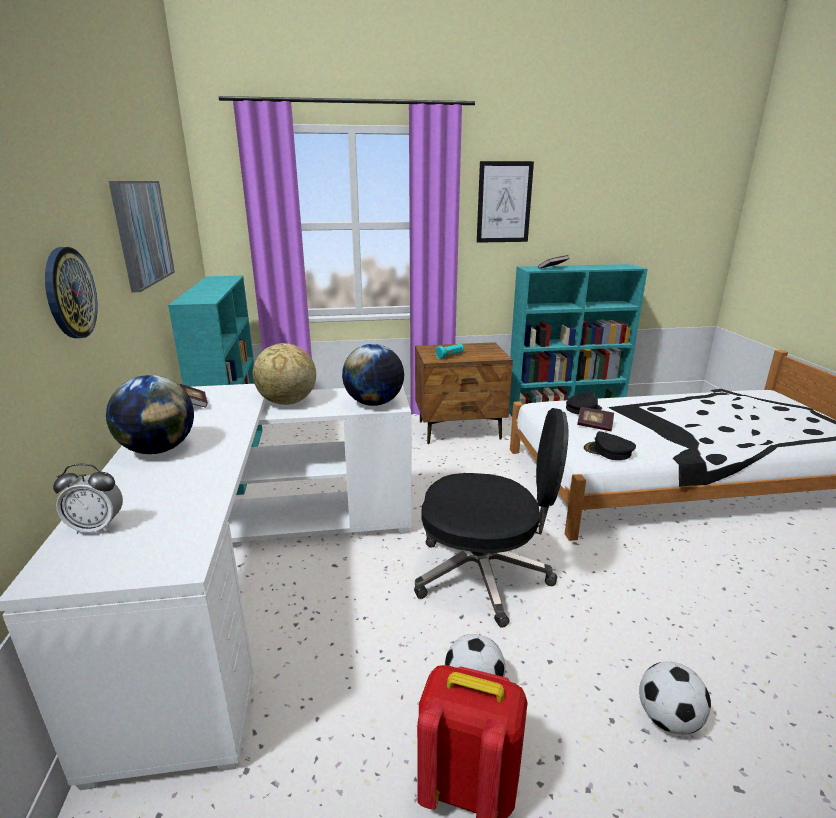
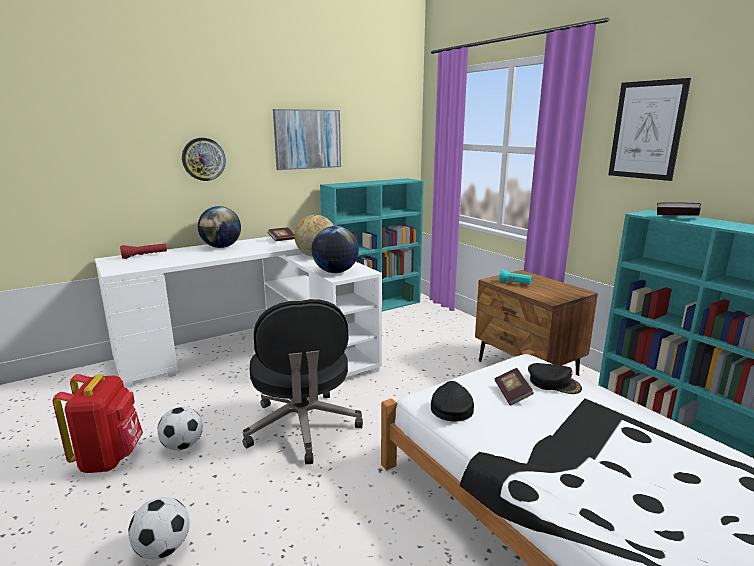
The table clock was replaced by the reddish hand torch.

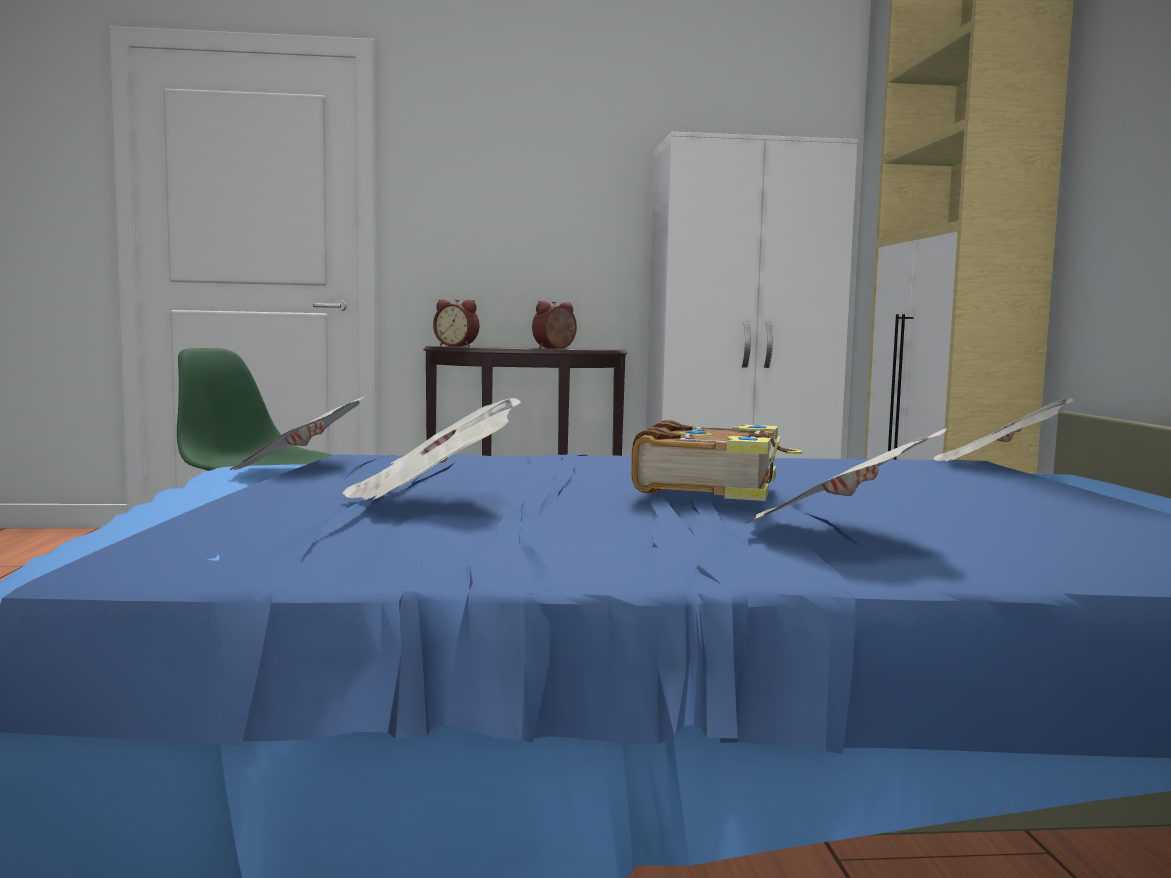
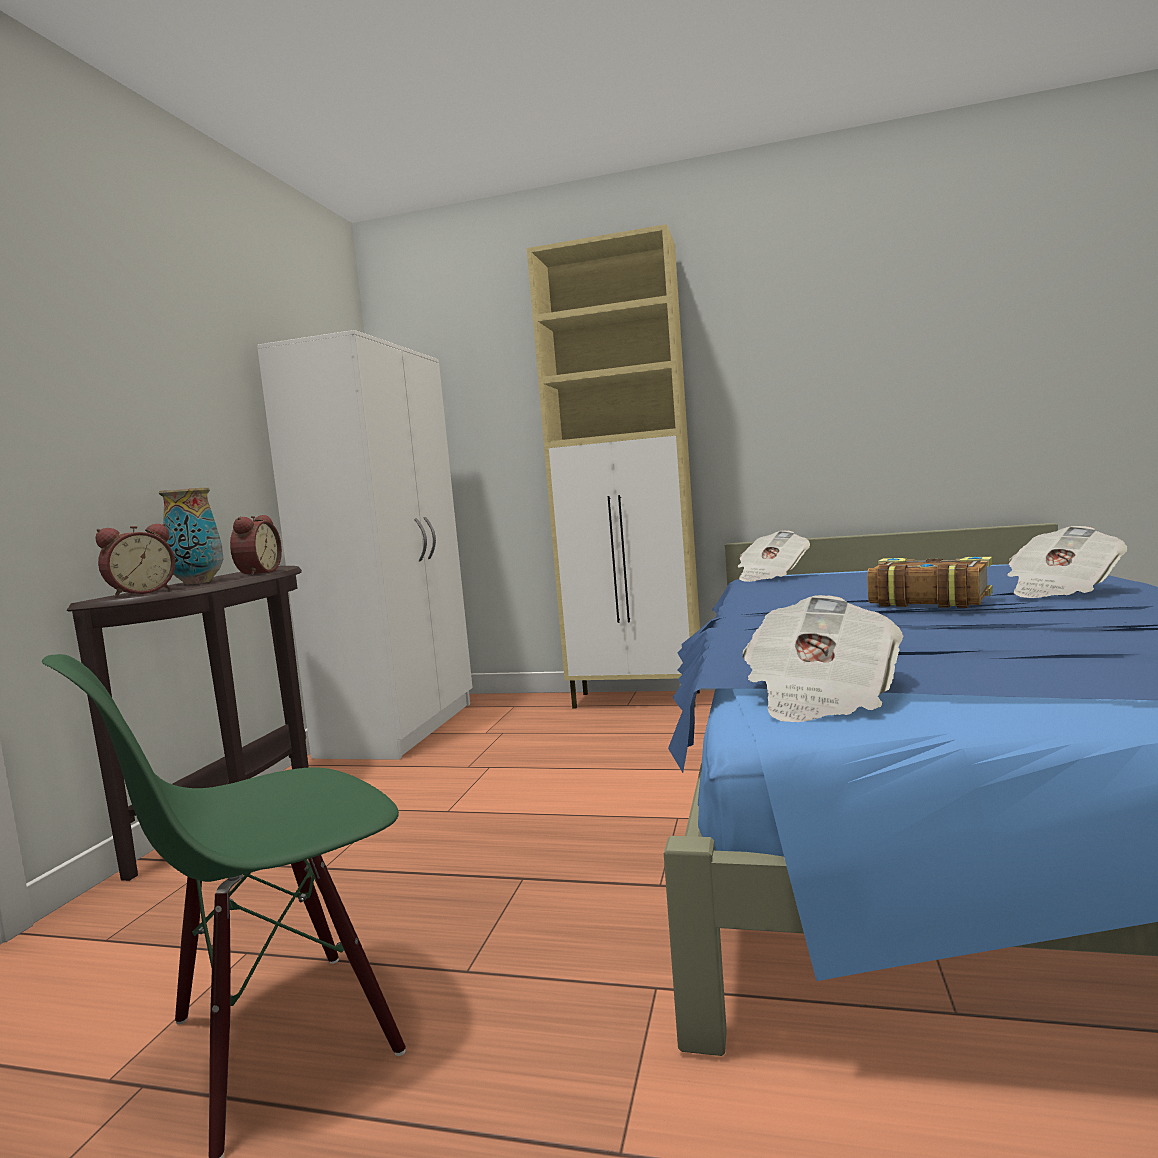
The daily paper (no. 2 from left) disappeared. The flower vase appeared. The table clock (no. 2 from left) turned 150 degrees counterclockwise.

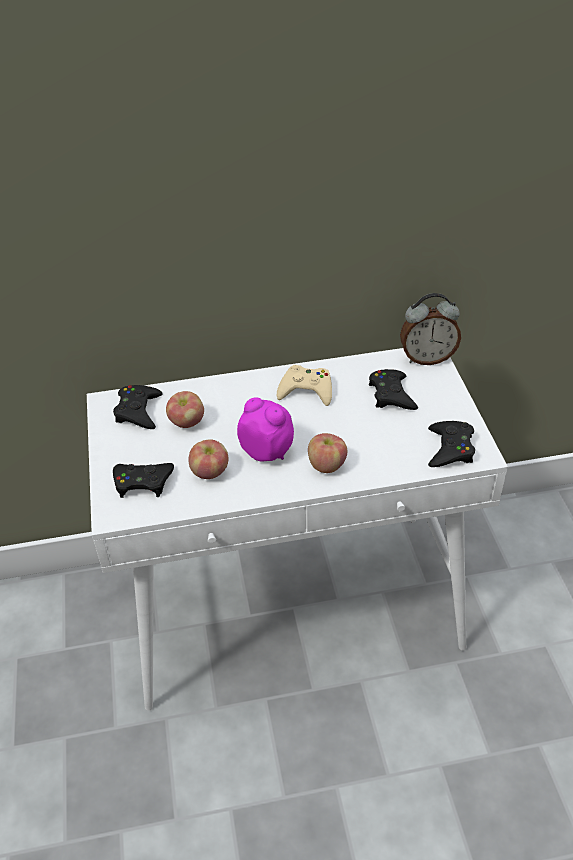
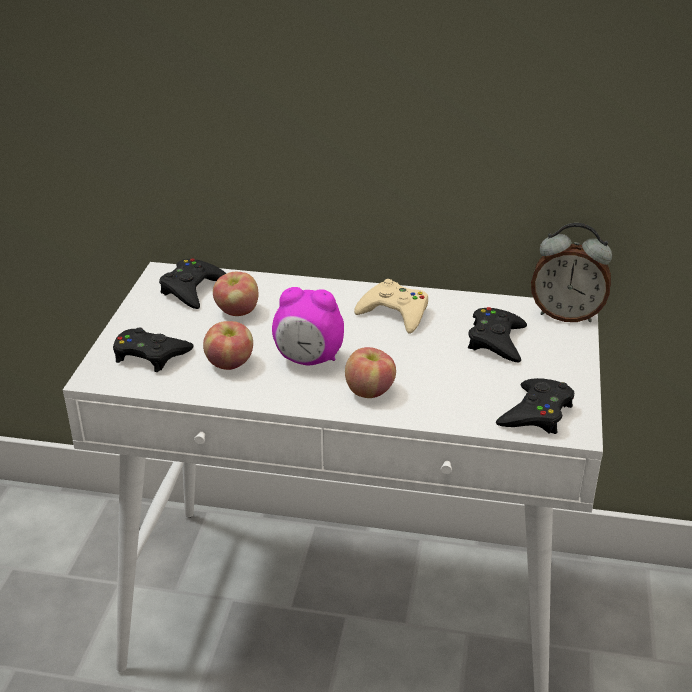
The table clock (no. 1 from left) turned 135 degrees clockwise.

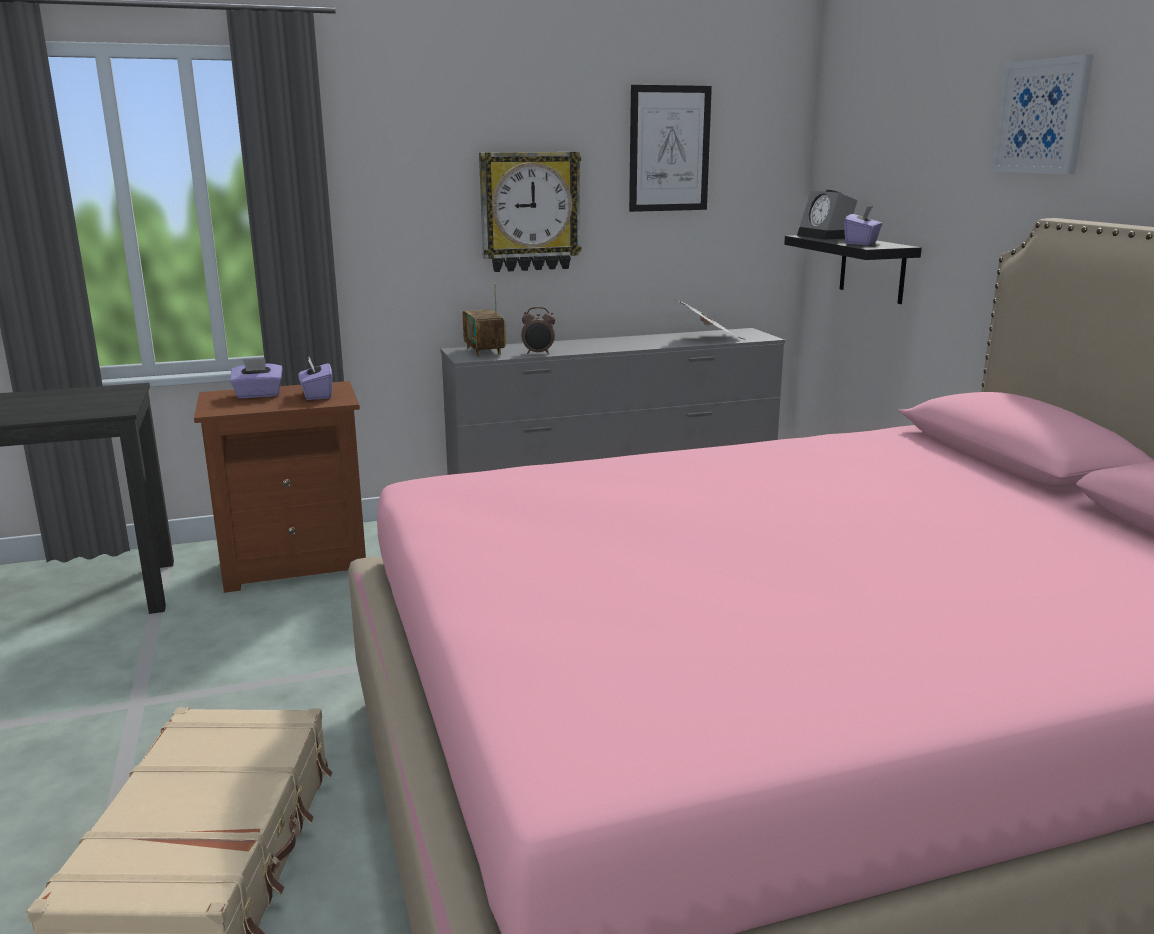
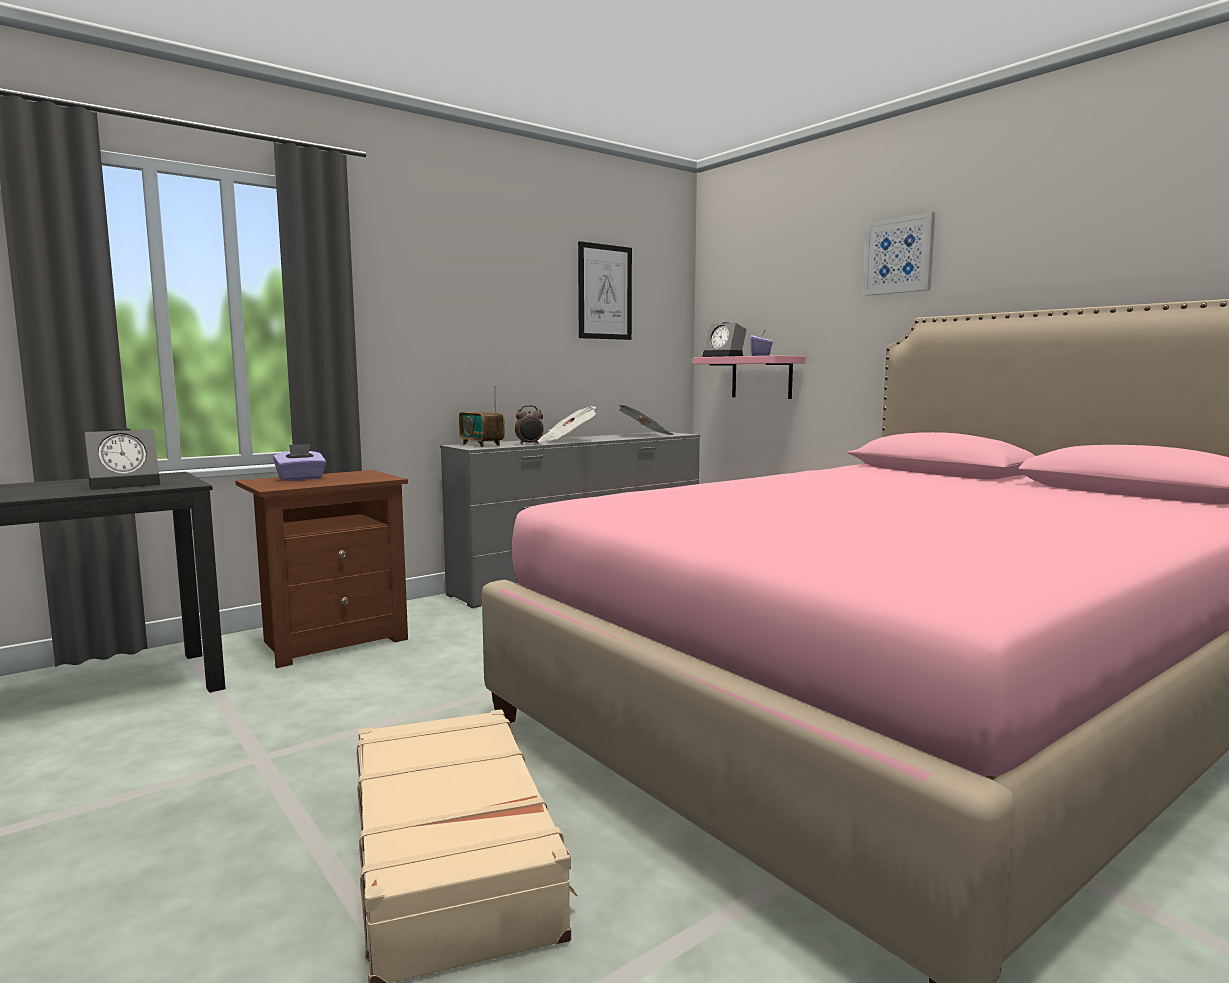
The purple tissue holder (no. 2 from left) disappeared. The hanging clock disappeared. The table clock (no. 1 from left) appeared. The daily paper (no. 1 from left) appeared. The blackish wall shelf became the pinkish wall shelf.

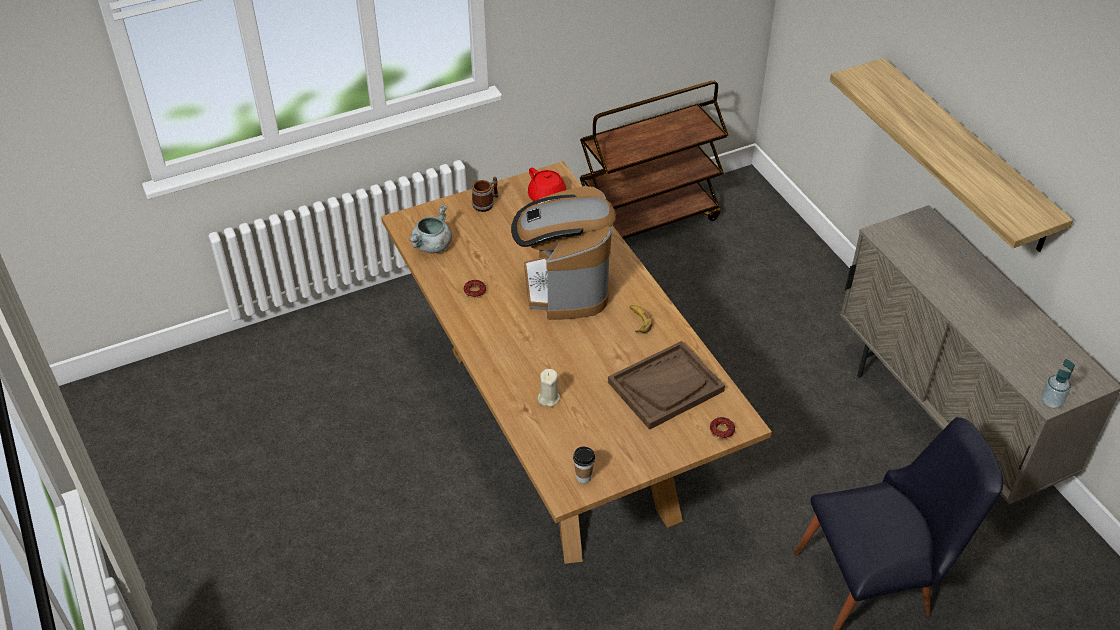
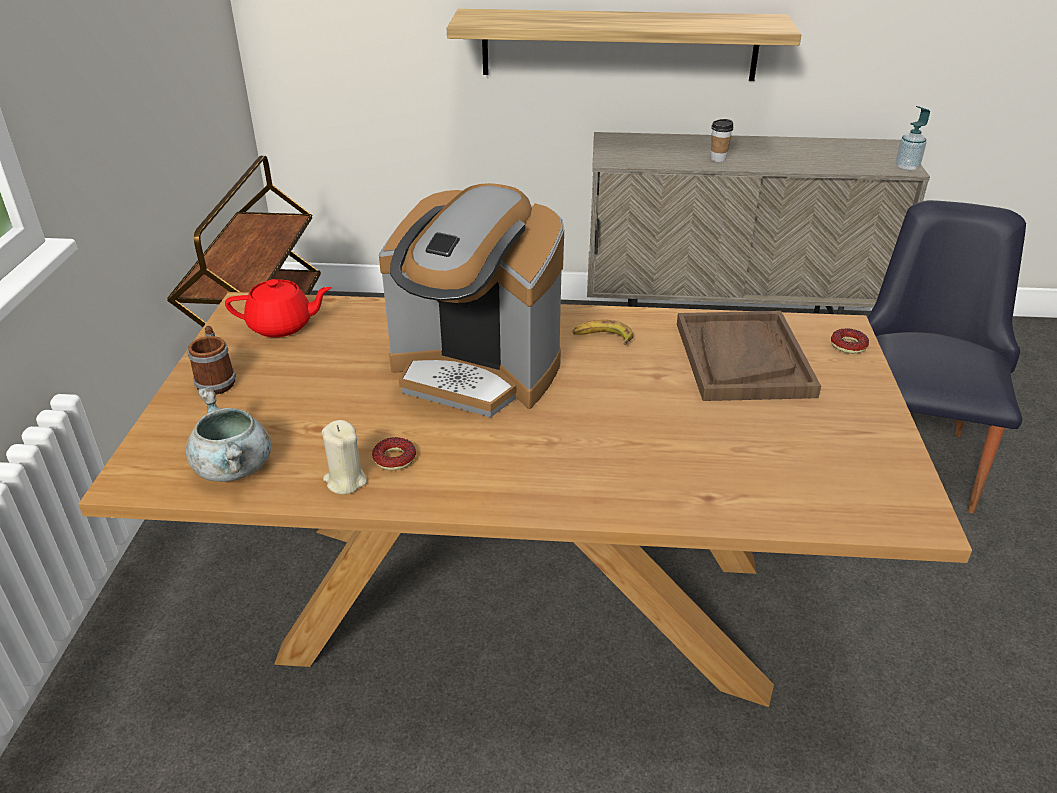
The beige-coloured wax candle moved. The drinking cup moved.

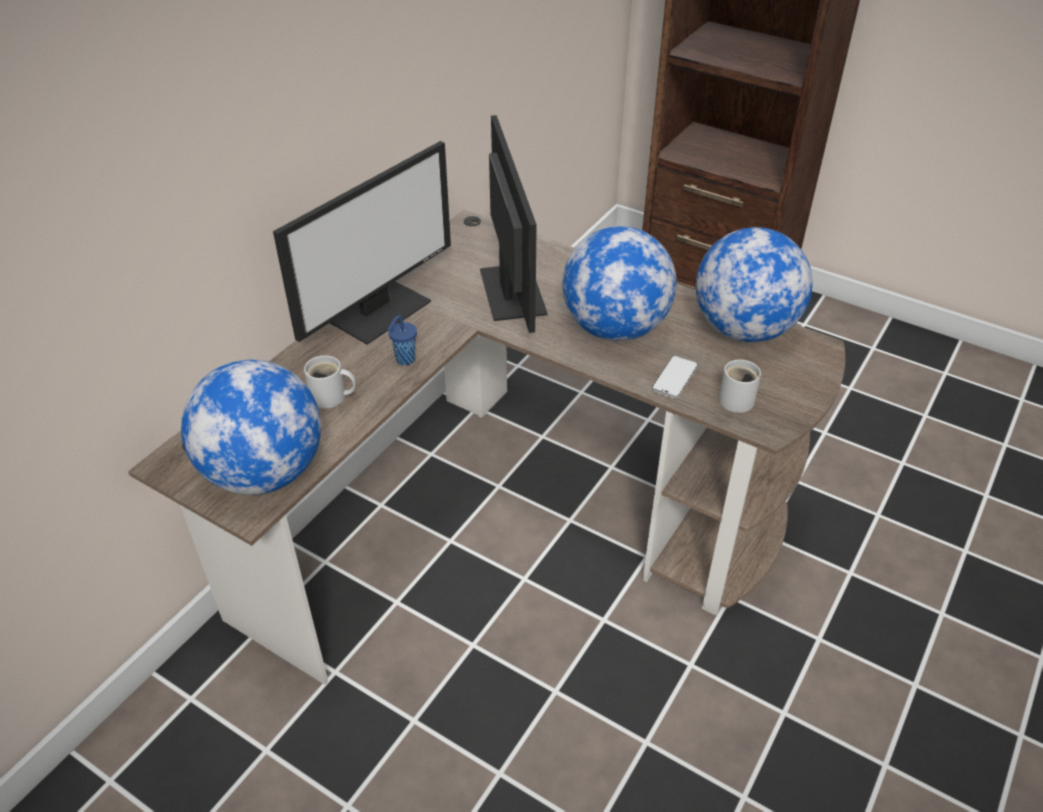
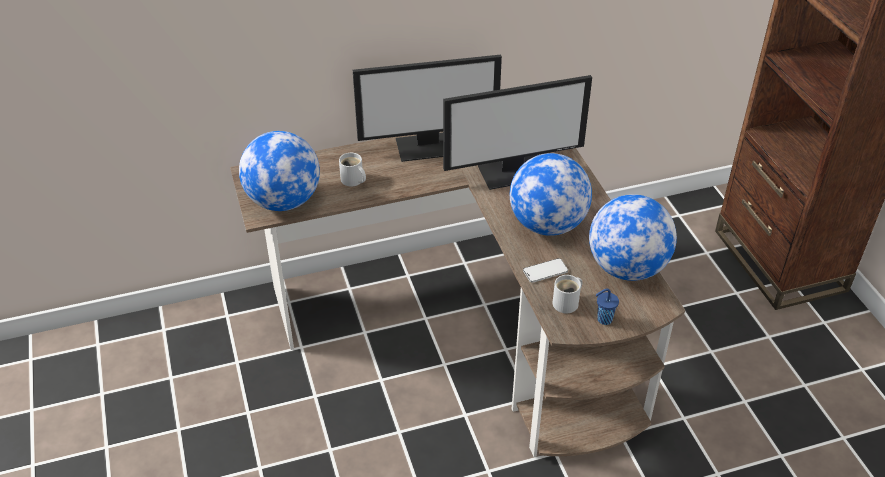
The bluish drinking cup moved. The monitor (no. 2 from left) turned 45 degrees clockwise.

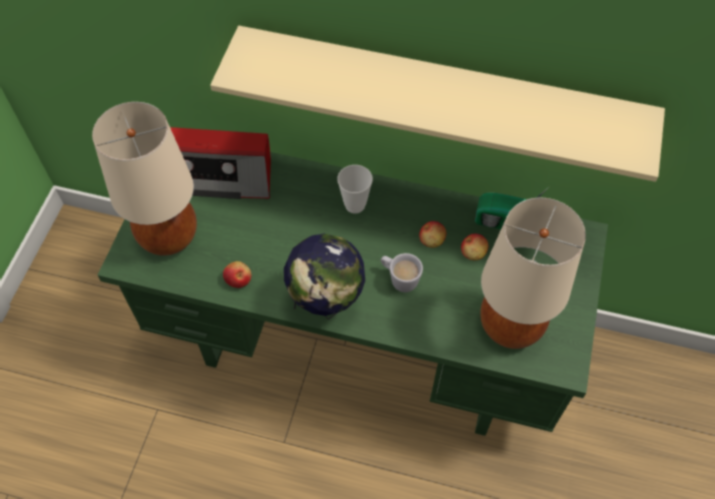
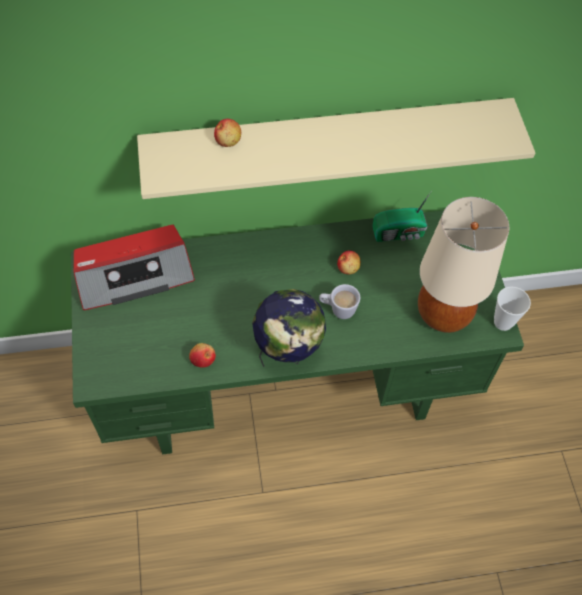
The beige-coloured lamp for a table (no. 1 from left) disappeared. The drinking cup moved. The apple (no. 3 from left in the first image) moved.

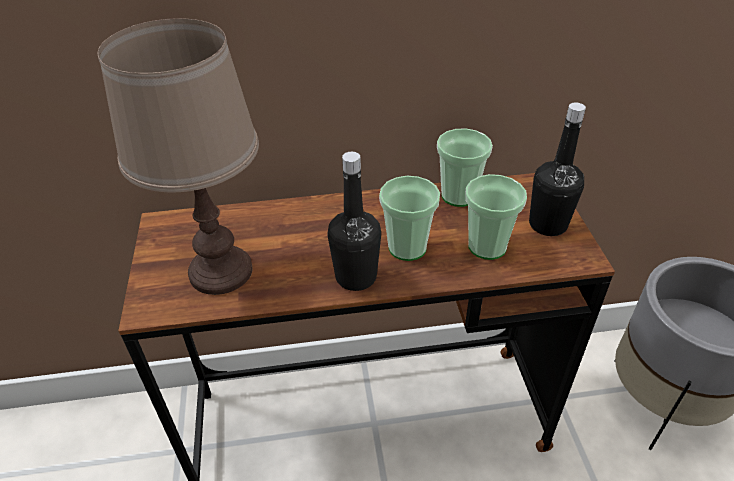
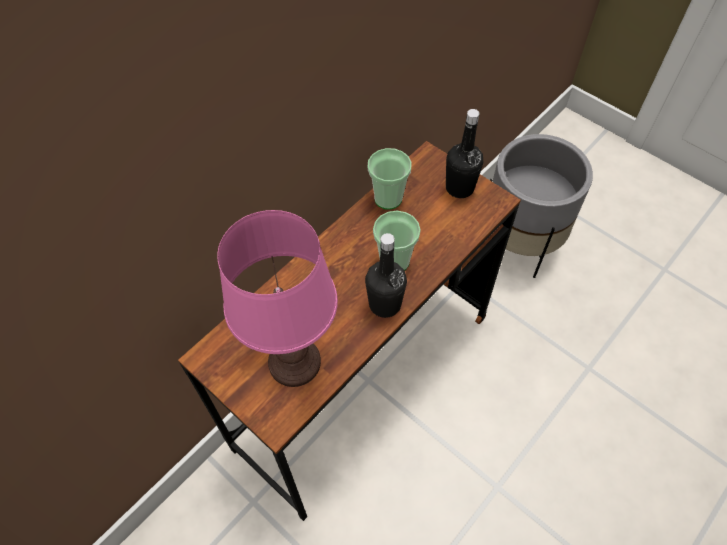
The drinking cup (no. 3 from left) disappeared. The brownish lamp for a table became the pinkish lamp for a table.

